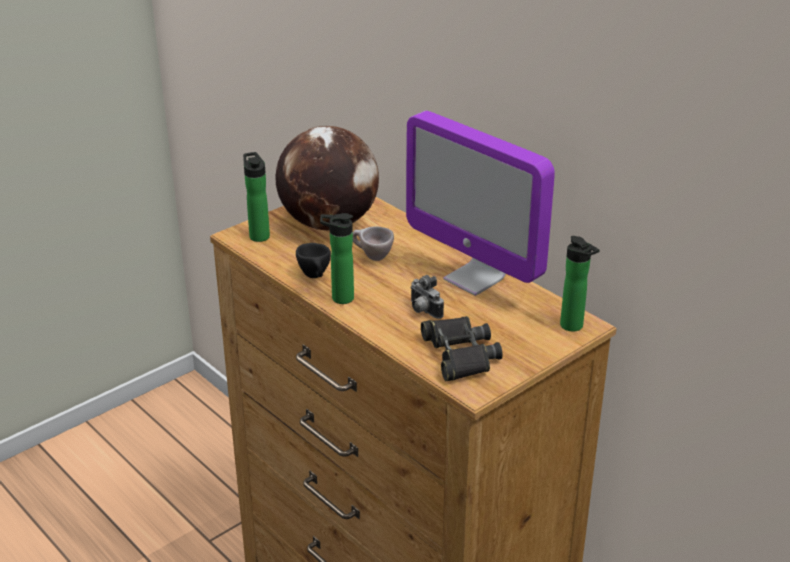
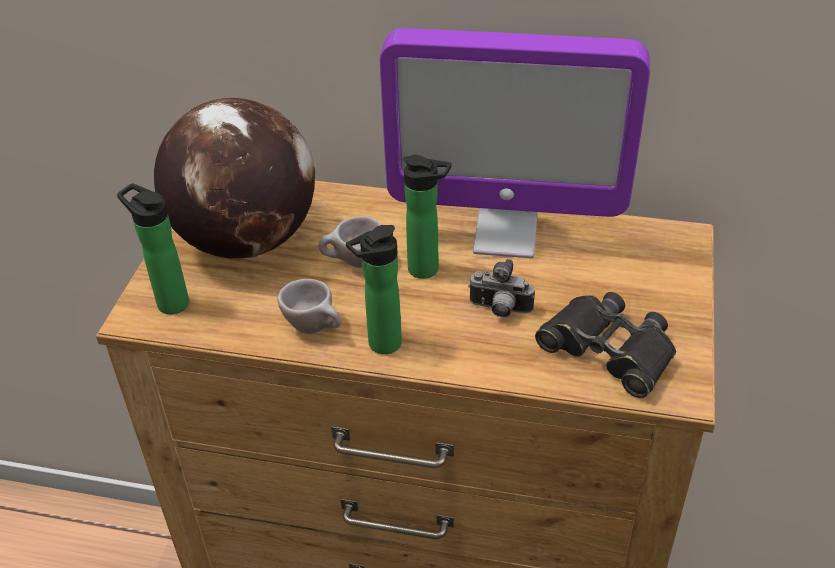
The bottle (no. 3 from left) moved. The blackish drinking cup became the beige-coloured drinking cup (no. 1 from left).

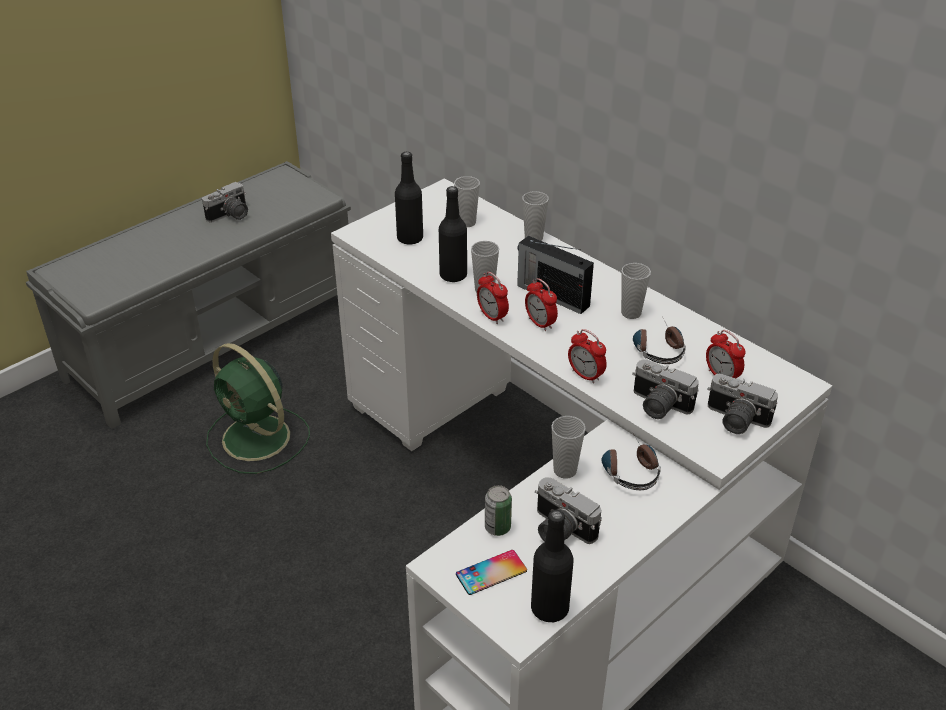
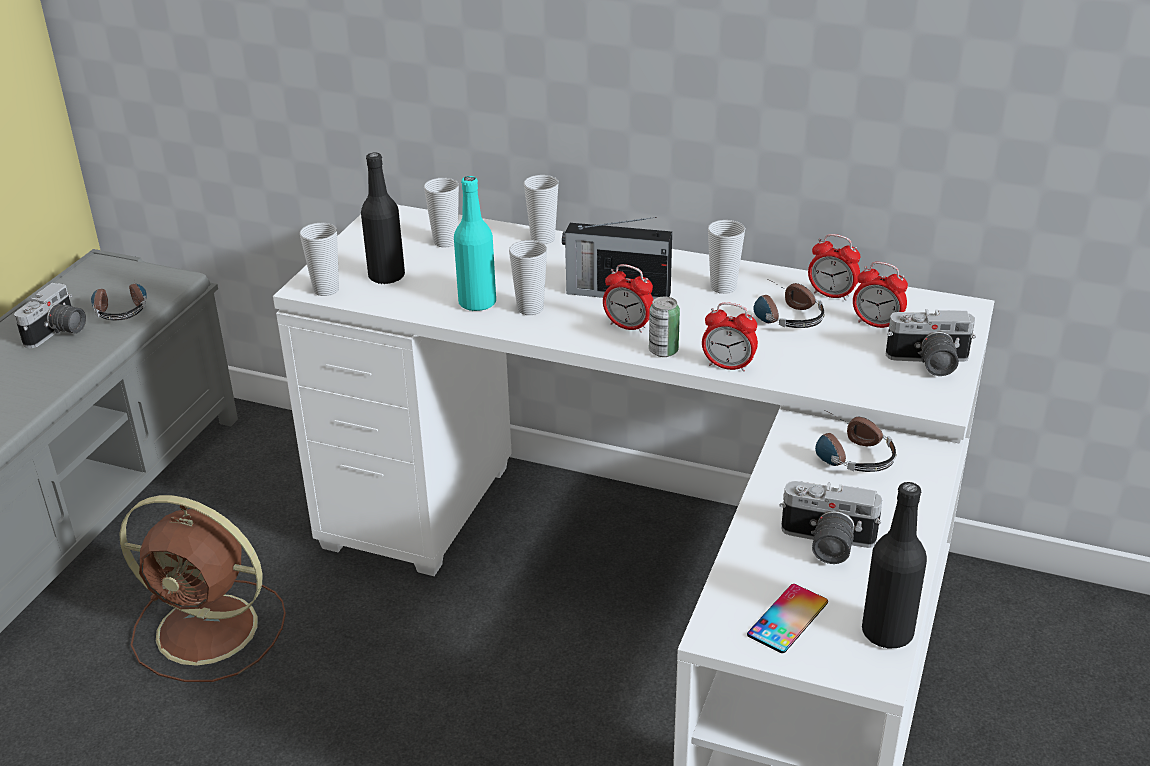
The still camera (no. 3 from left) disappeared. The pair of headphones (no. 1 from left) appeared. The table clock (no. 1 from left in the first image) moved. The sealed can moved. The drinking cup (no. 4 from left in the first image) moved. The greenish electric fan became the brownish electric fan. The blackish bottle (no. 2 from left) became the turquoise bottle.

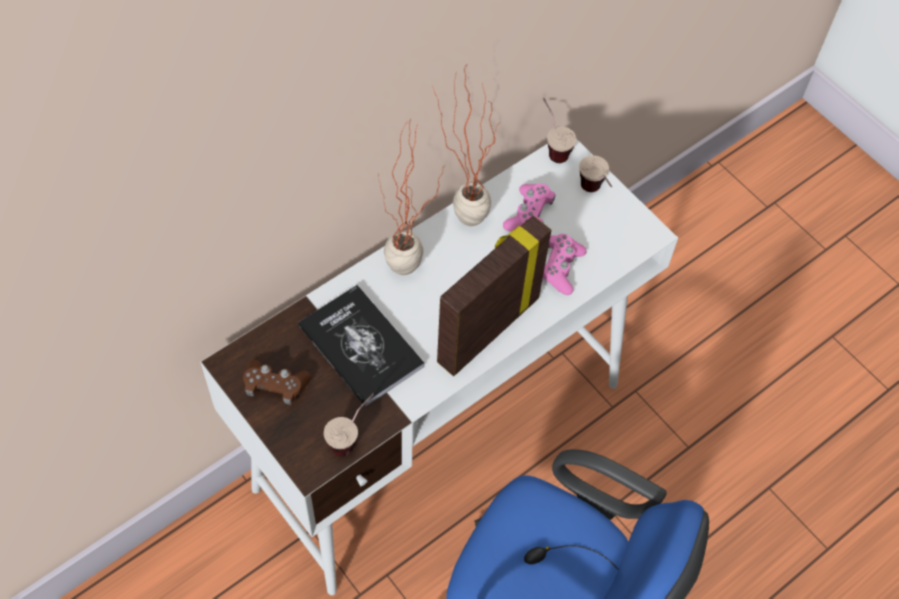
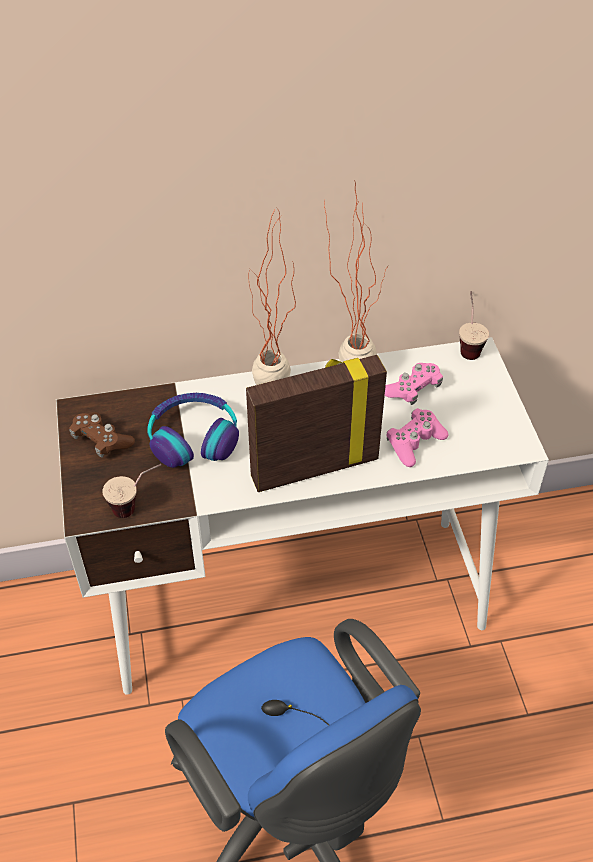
The drinking cup (no. 3 from left) disappeared. The volume was replaced by the pair of headphones.

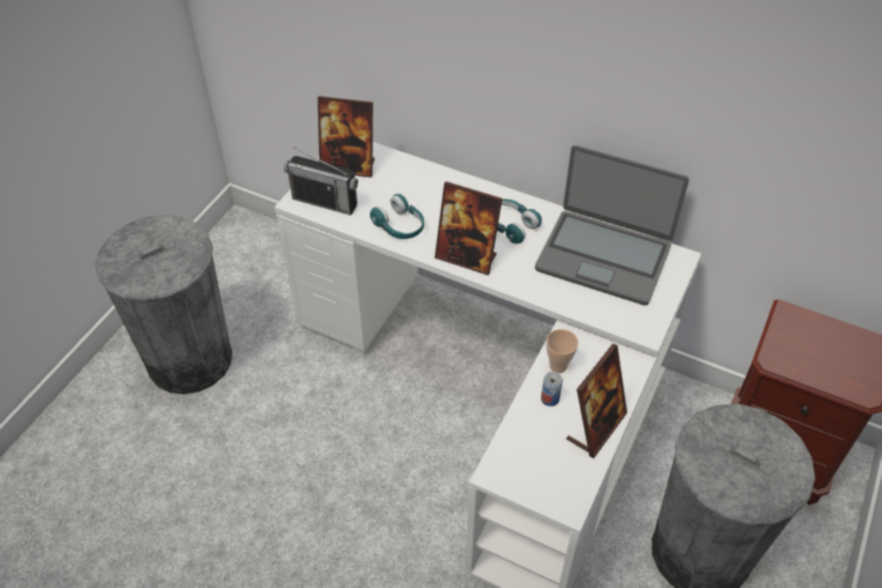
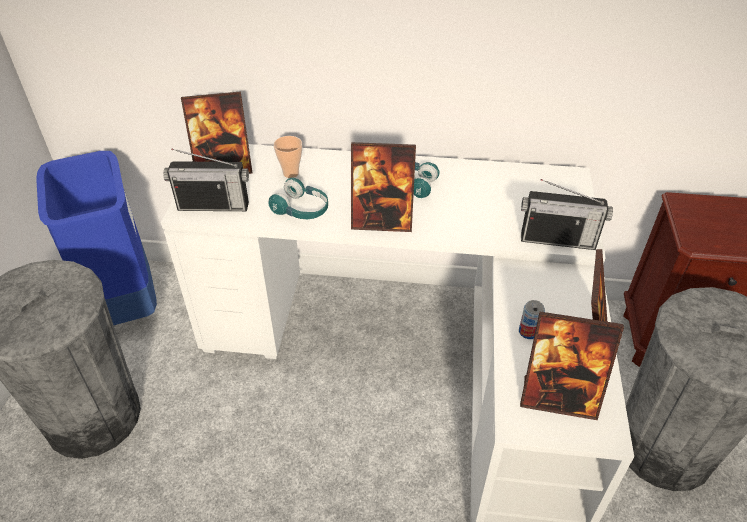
The notebook computer disappeared. The bluish trash can appeared. The photo frame (no. 3 from left) appeared. The radio (no. 2 from left) appeared. The drinking cup moved.

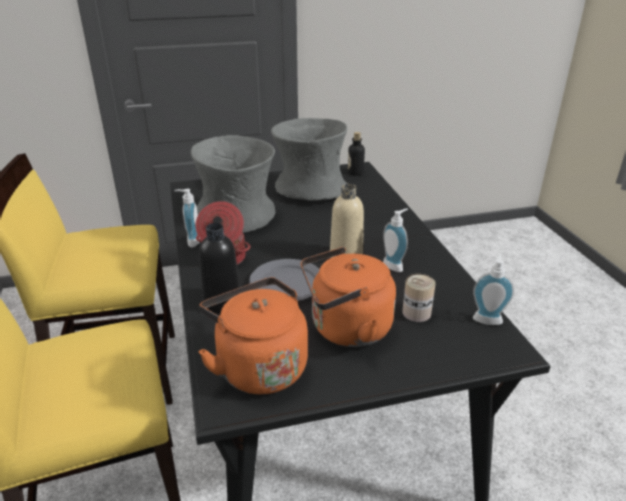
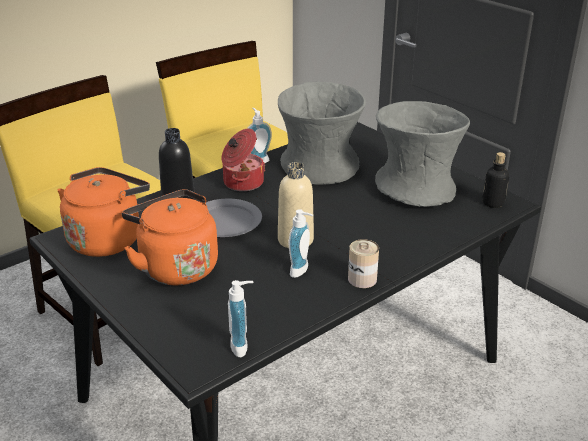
The sealed can moved.

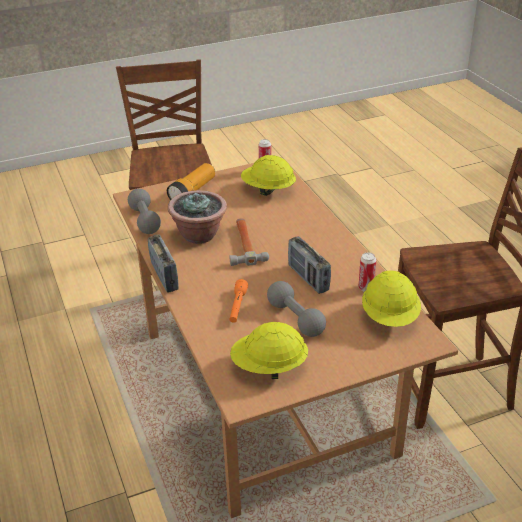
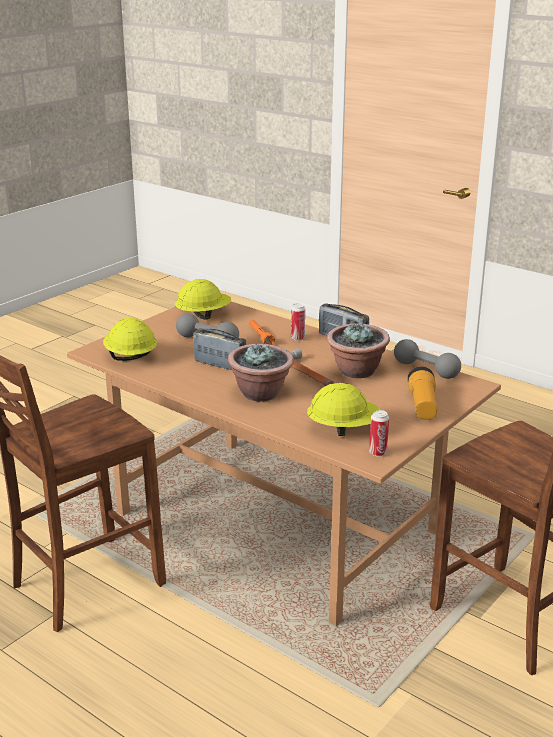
The potted plant (no. 1 from left) appeared. The sealed can (no. 2 from left in the first image) moved.

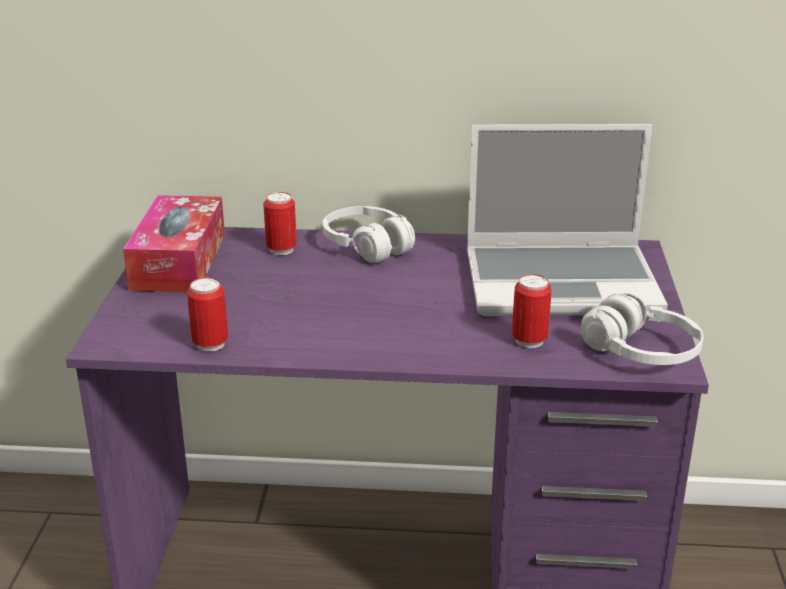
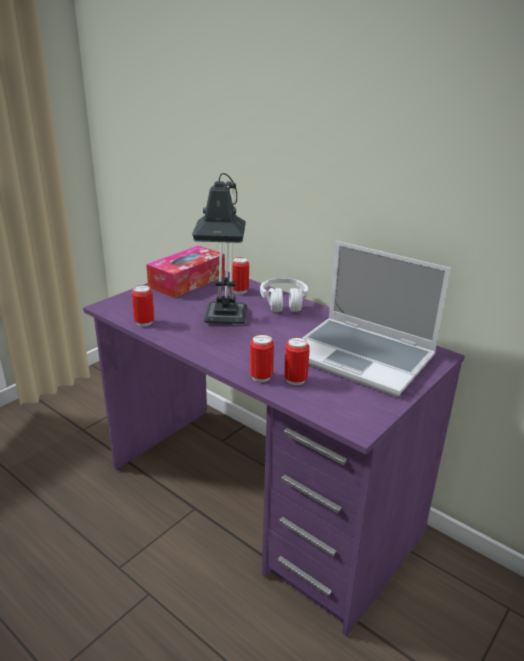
The whitish pair of headphones (no. 2 from left) disappeared. The lamp for a table appeared. The sealed can (no. 3 from left) appeared.

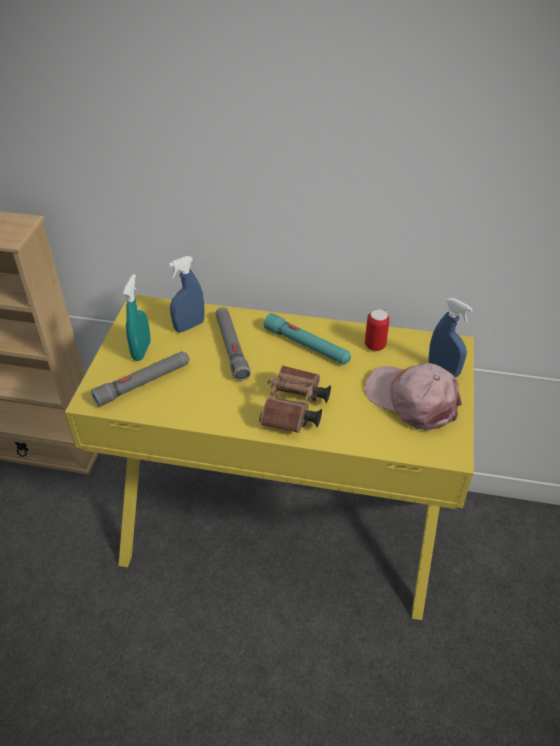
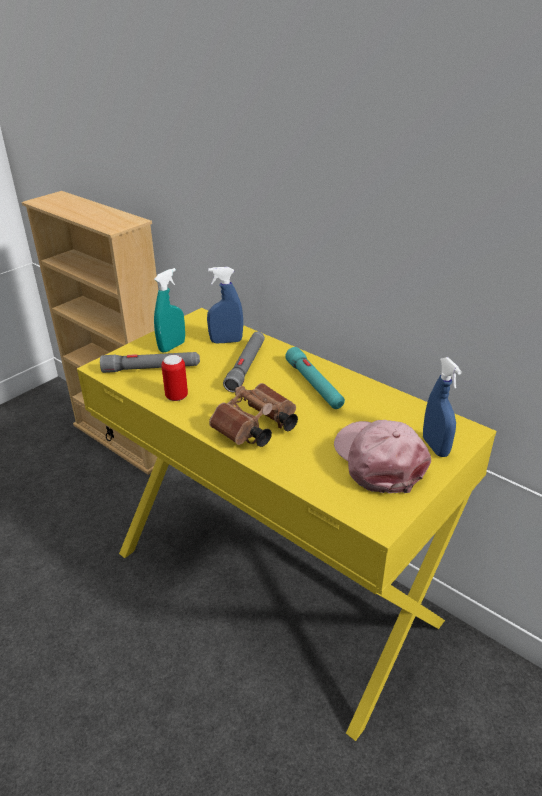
The sealed can moved.

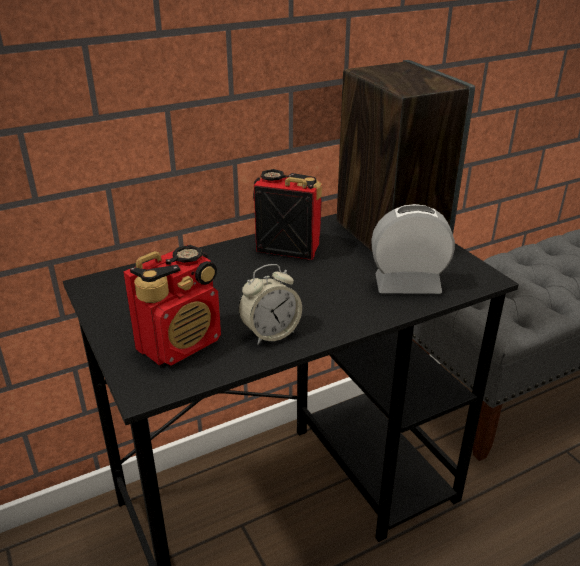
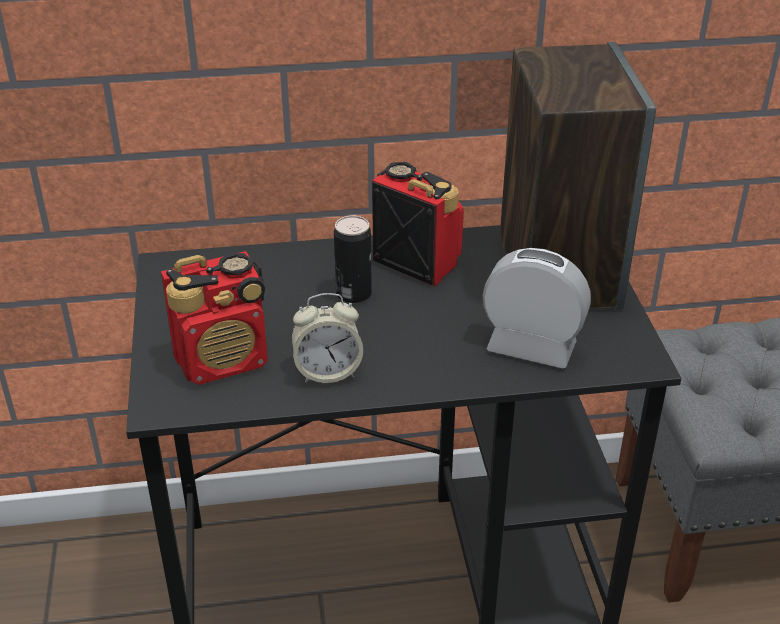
The sealed can appeared.

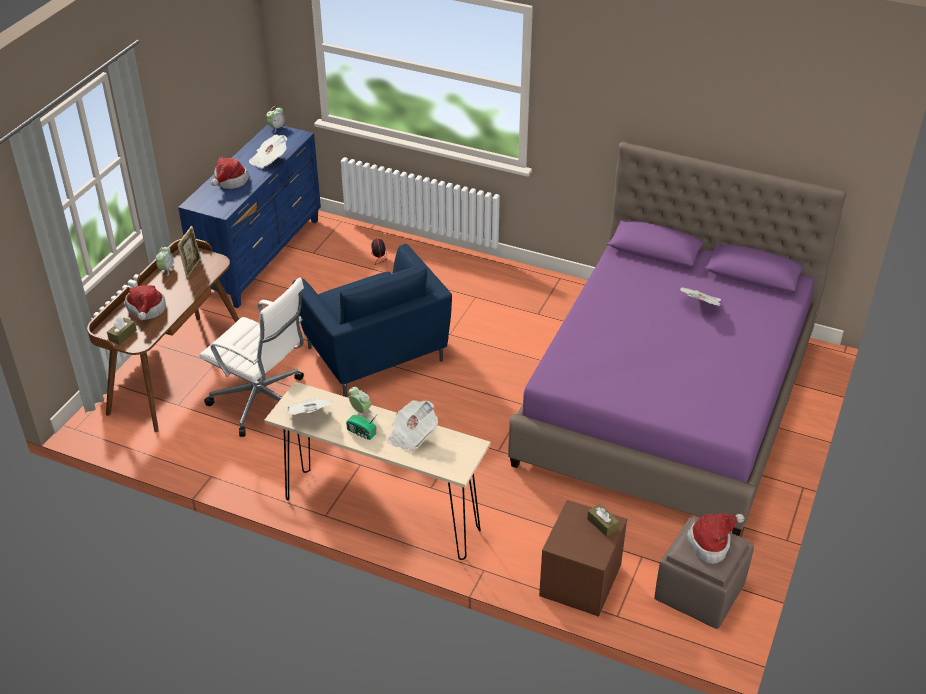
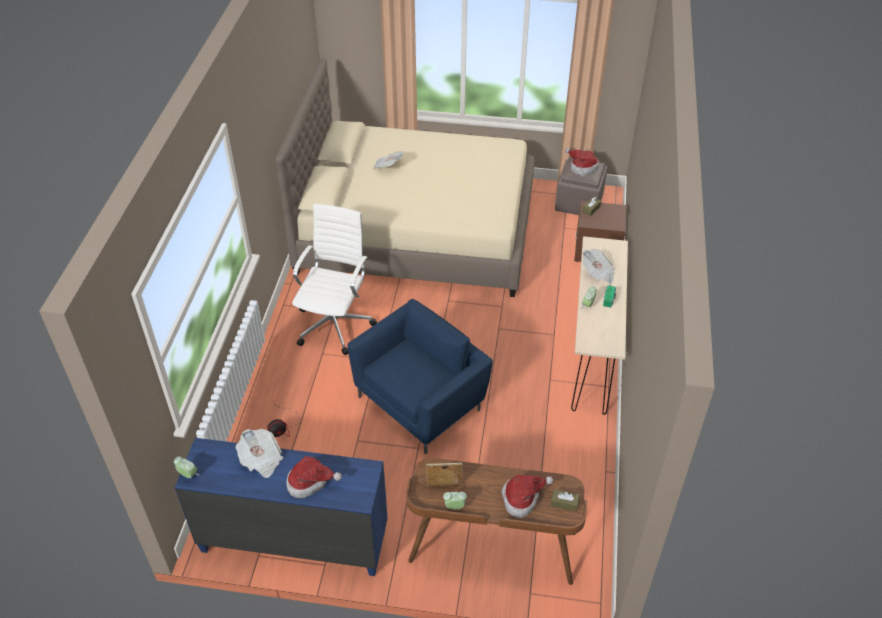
The daily paper (no. 2 from left) disappeared. The whitish desk chair moved. The purple bedroom bed became the beige-coloured bedroom bed.

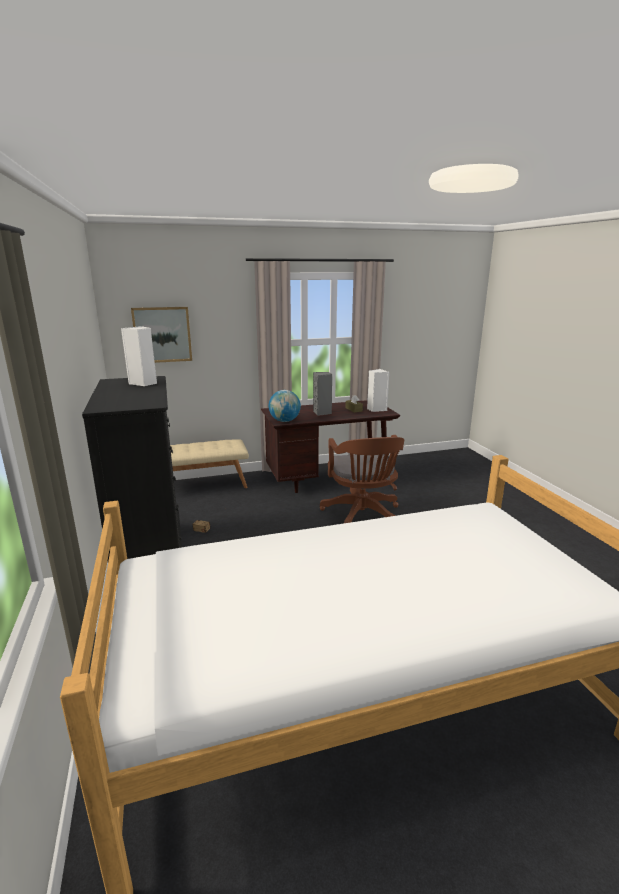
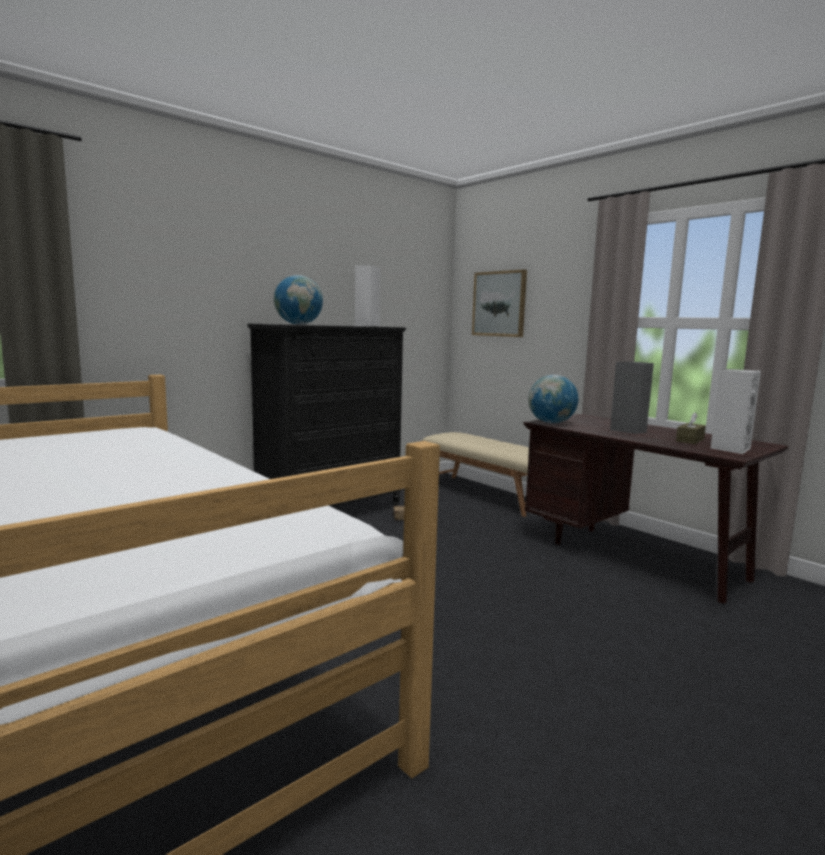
The brownish desk chair disappeared. The world globe (no. 1 from left) appeared.

